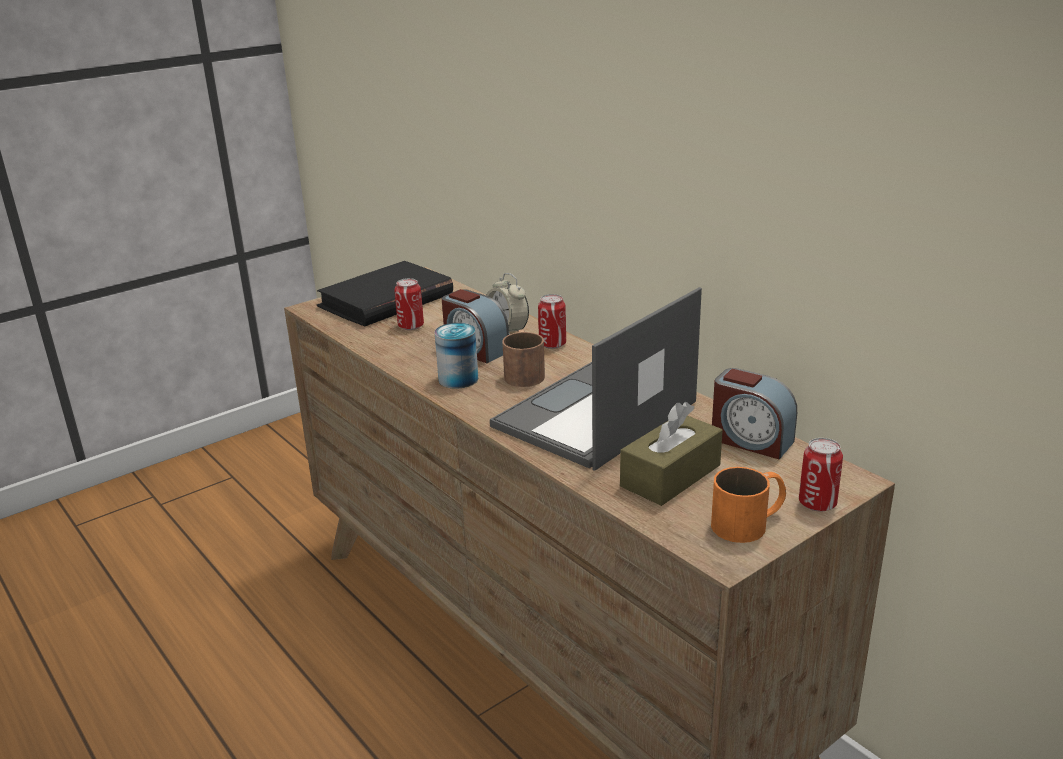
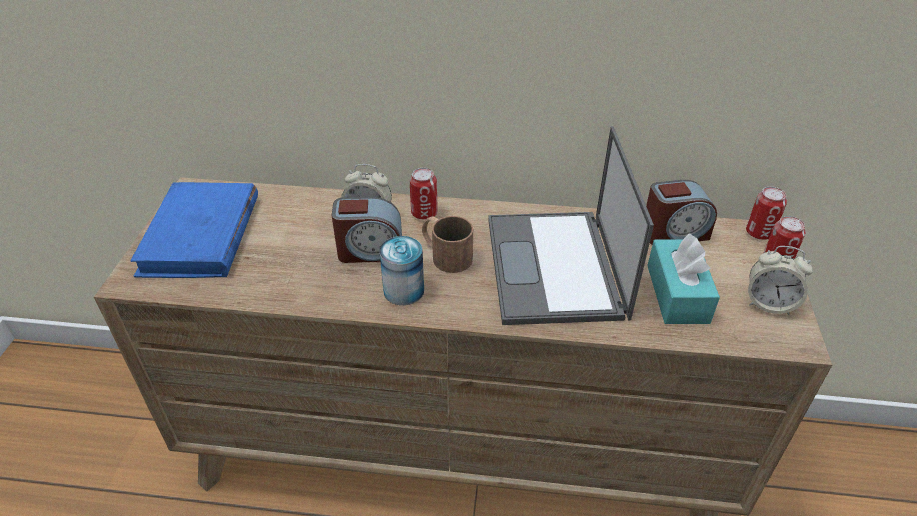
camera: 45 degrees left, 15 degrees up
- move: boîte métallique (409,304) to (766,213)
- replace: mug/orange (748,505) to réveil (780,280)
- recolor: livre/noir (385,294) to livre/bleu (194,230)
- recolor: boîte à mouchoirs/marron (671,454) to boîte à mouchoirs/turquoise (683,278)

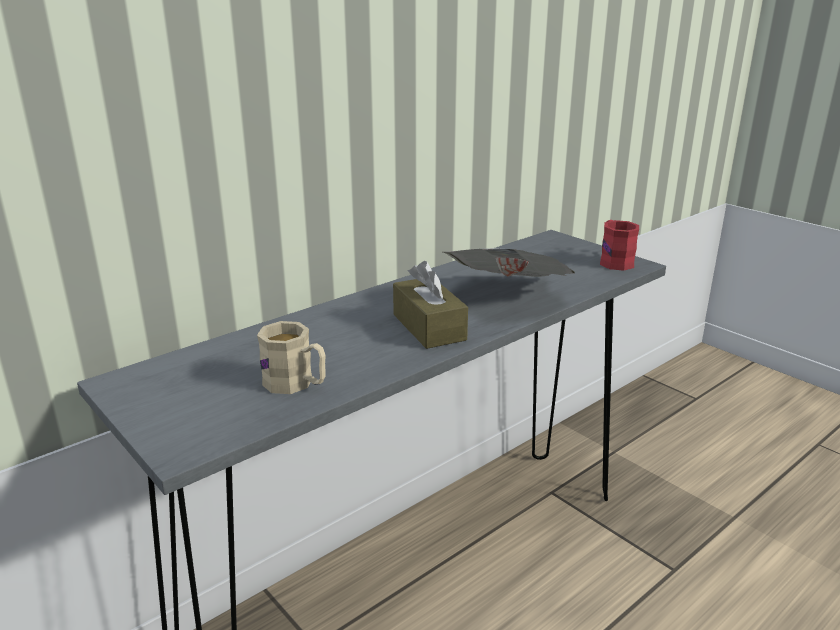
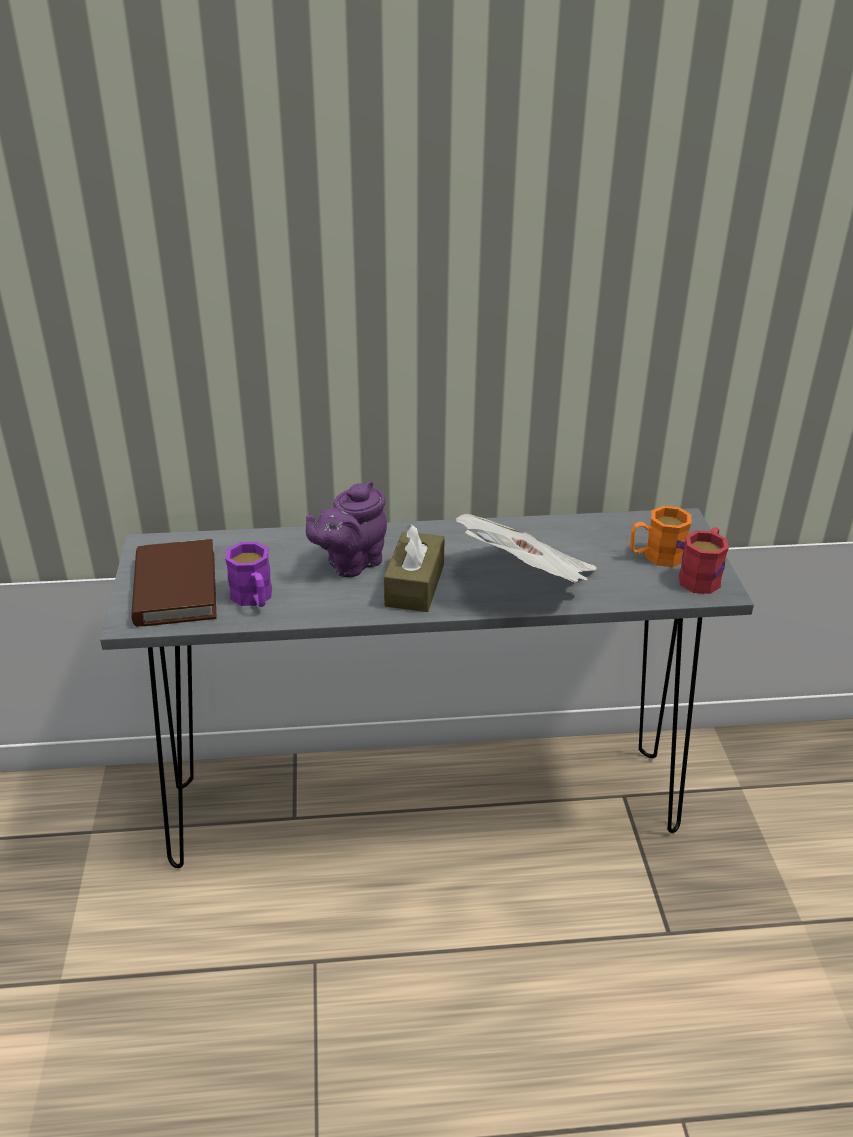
camera: 35 degrees right, 10 degrees up
- insert: livre/marron (173,583)
- insert: théière/violet (346,529)
- insert: mug/orange (660,536)
- recolor: mug/beige (291,357) to mug/violet (248,574)

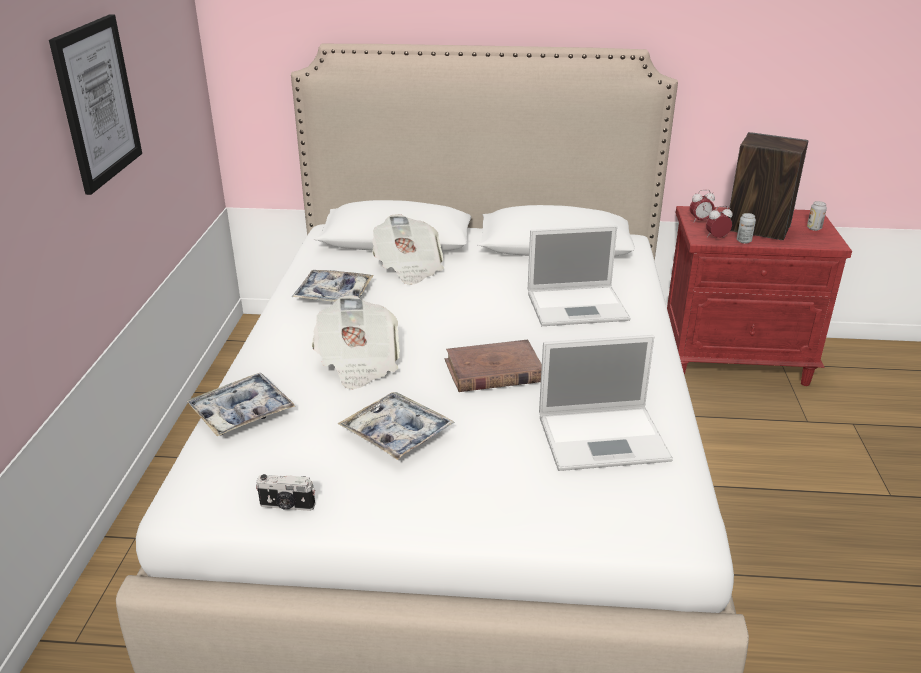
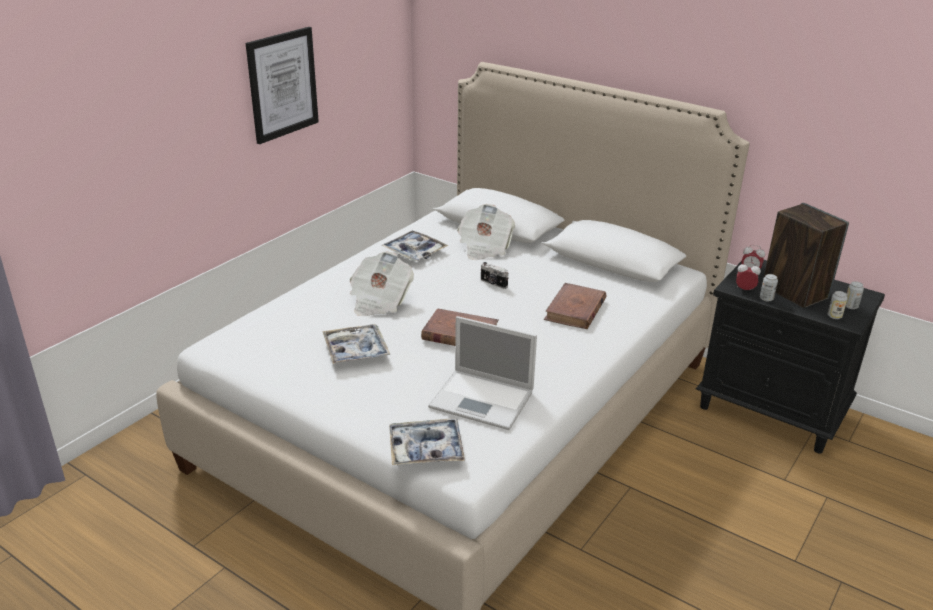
camera: 30 degrees right, 0 degrees up
- insert: boîte métallique (838,305)
- move: plateau (241,404) to (427,441)
- move: appareil photo (285,492) to (494,275)
- replace: ordinateur portable (579,276) to livre/marron (575,306)
- recolor: table de chevet/rouge (759,296) to table de chevet/noir (790,357)

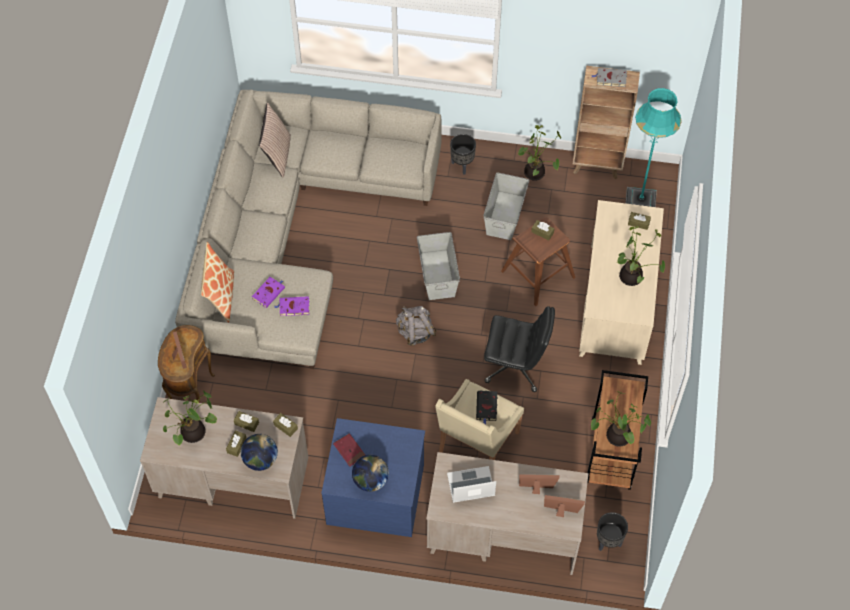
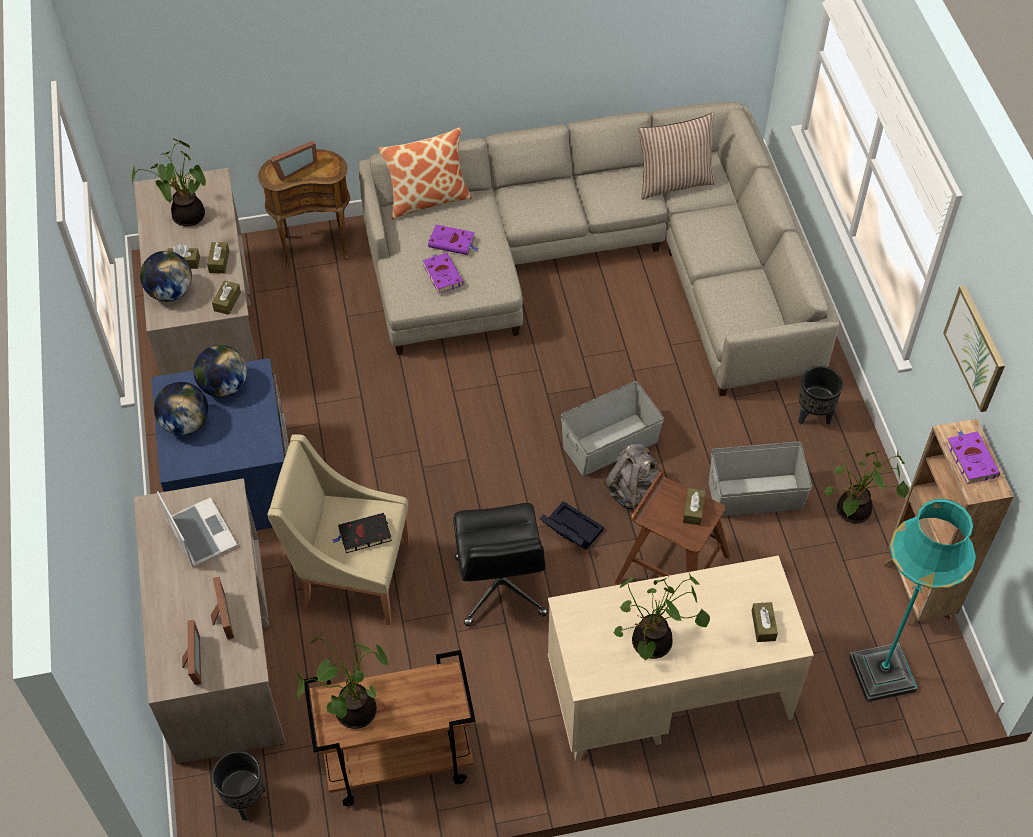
camera: 70 degrees right, 5 degrees down
- insert: boîte de rangement/noir (572,525)
- insert: tableau (974,348)
- move: sac à dos/gris (416,326) to (632,477)
- replace: livre/rouge (349,450) to globe (220,371)
- recolor: livre/gris (609,77) to livre/violet (973,457)

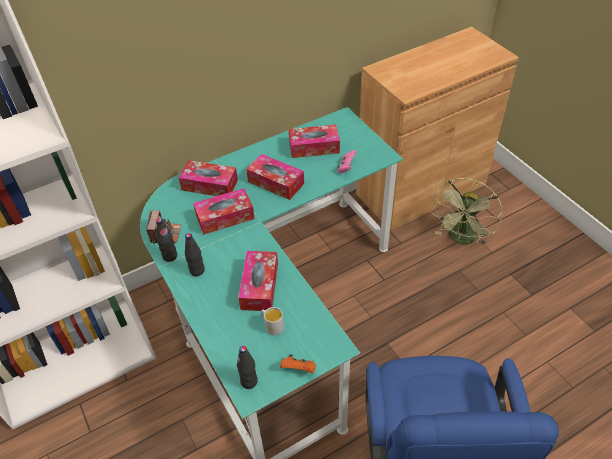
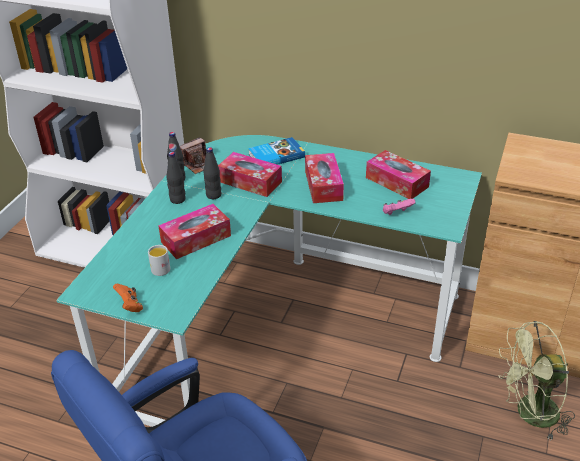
camera: 50 degrees right, 10 degrees down
- move: bouteille/noir (247,367) to (212,173)
- replace: boîte à mouchoirs (208,178) to livre (276,151)

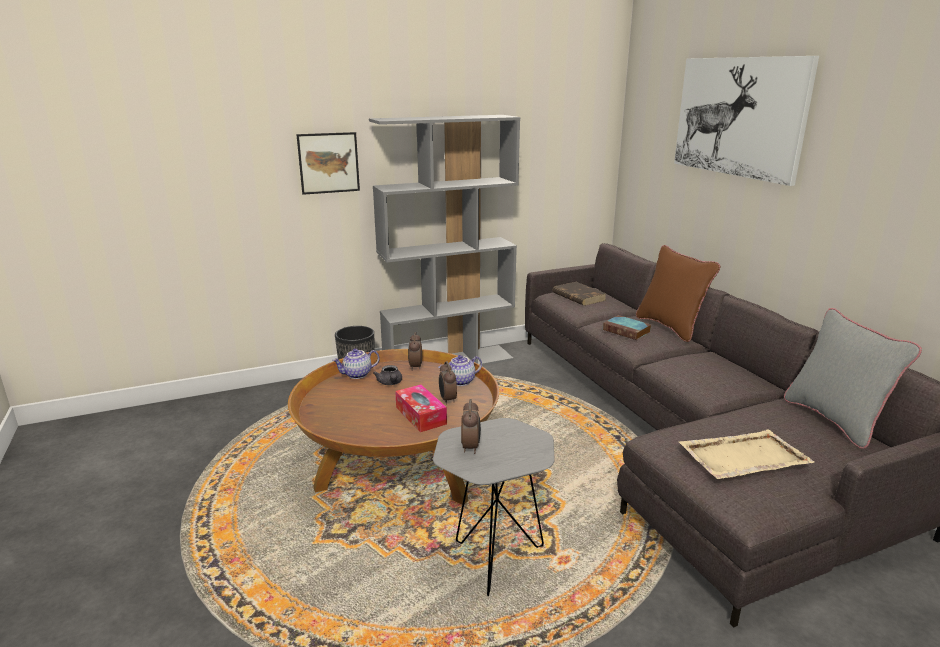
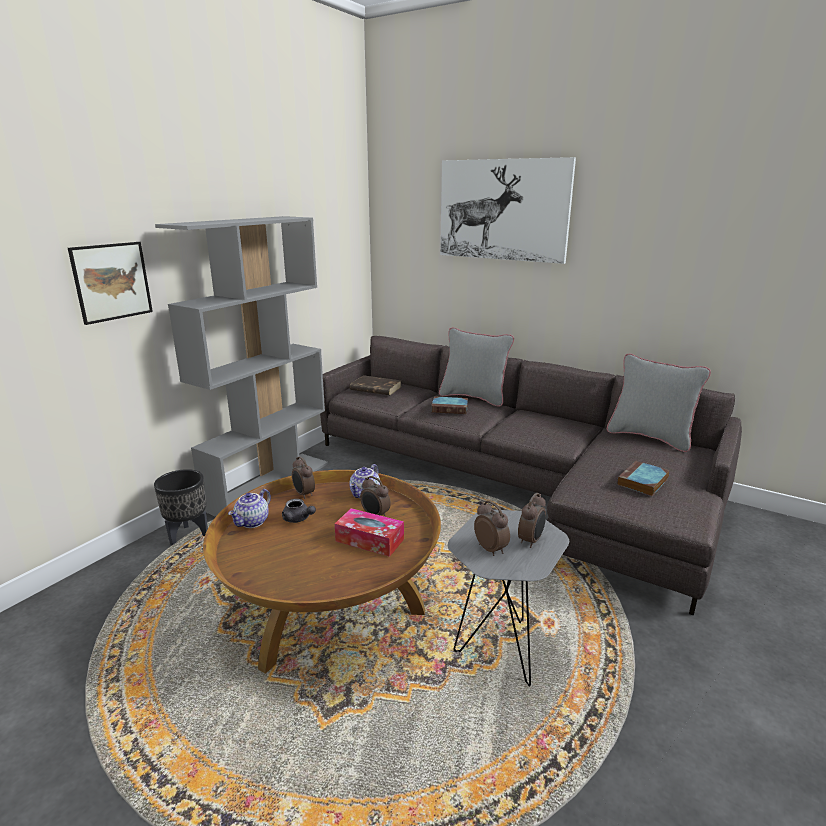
camera: 35 degrees left, 0 degrees up
- insert: réveil (532,520)
- replace: plateau/beige (747,454) to livre (643,478)
- recolor: coussin/marron (678,293) to coussin/gris (476,367)

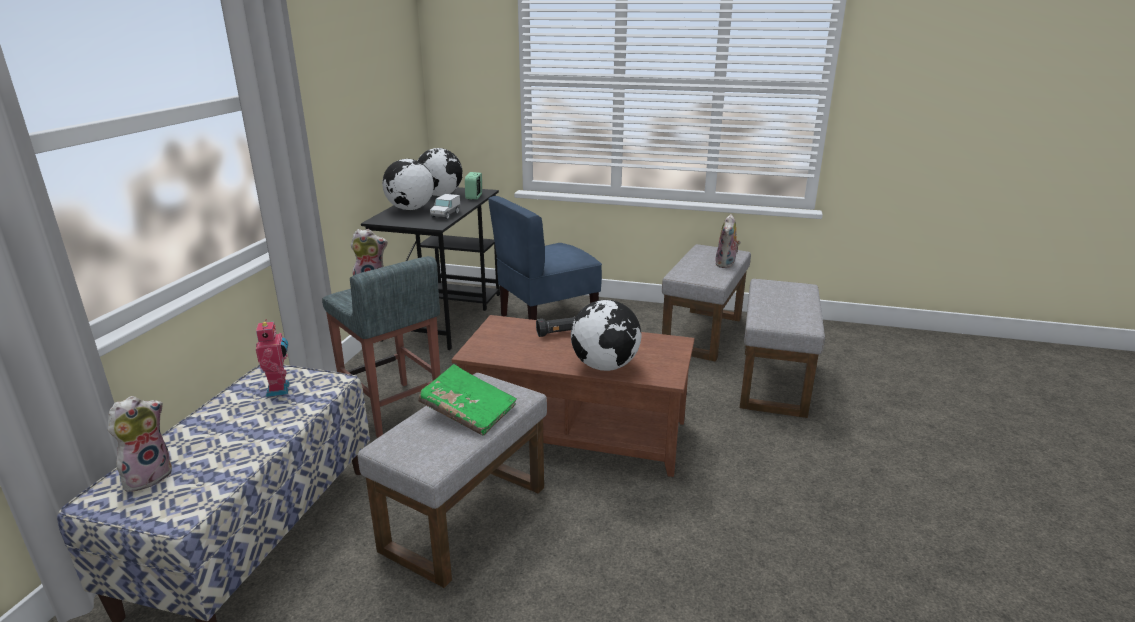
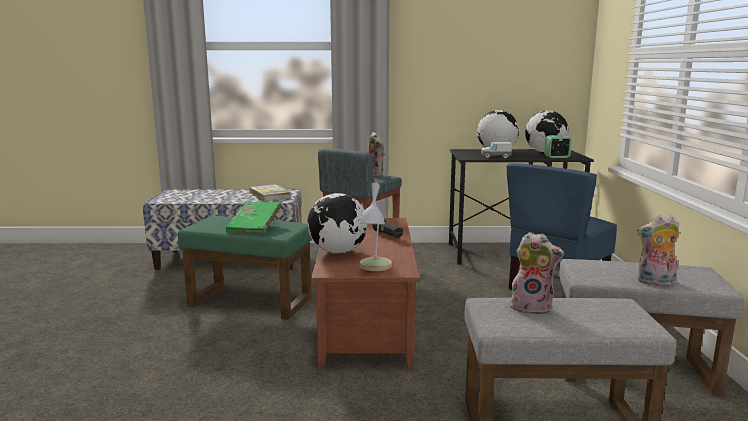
camera: 75 degrees right, 10 degrees down
- insert: lampe de table (375,226)
- move: peluche (140,444) to (537,273)
- replace: robot jouet (273,358) to livre (270,192)
- recolor: pouf/gris (452,480) to pouf/vert (245,268)
- rotate: chaise/bleu (545,258) = (562,226) 90 degrees counterclockwise

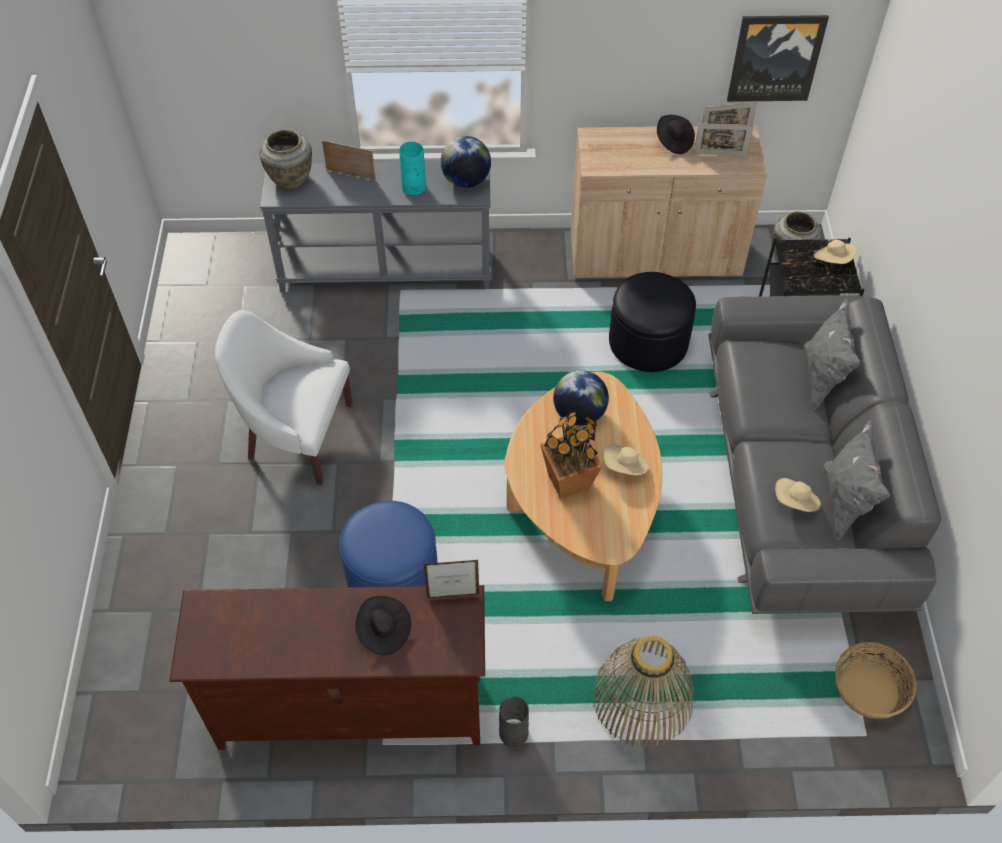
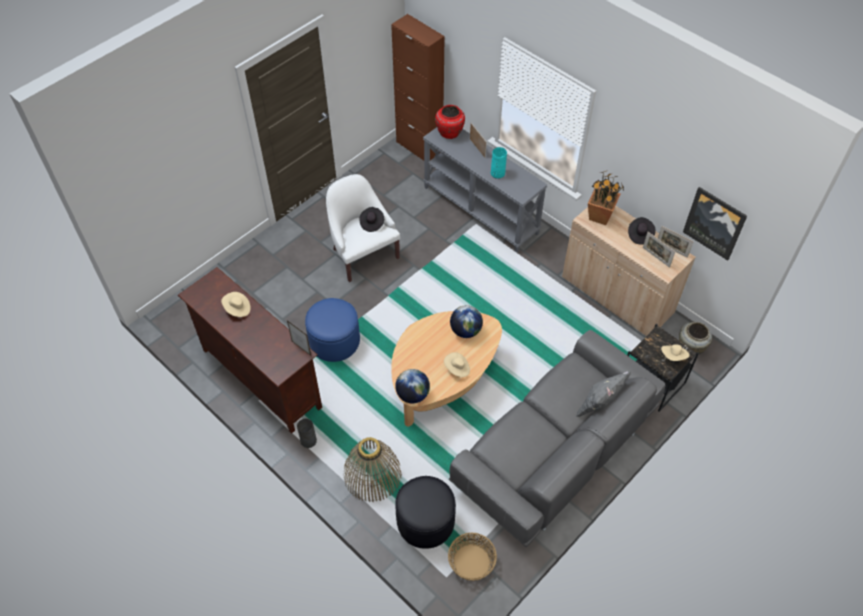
camera: 45 degrees right, 0 degrees up
- delete: coussin/gris (857,480)
- insert: meuble de rangement/marron (418,87)
- move: chapeau/noir (383,626) to (371,219)
- move: globe (466,162) to (412,386)
- move: plante en pot (571,455) to (606,198)
- move: pouf/noir (652,322) to (425,512)
- move: chapeau/beige (798,495) to (236,304)
- recolor: vase/beige (286,159) to vase/rouge (450,122)

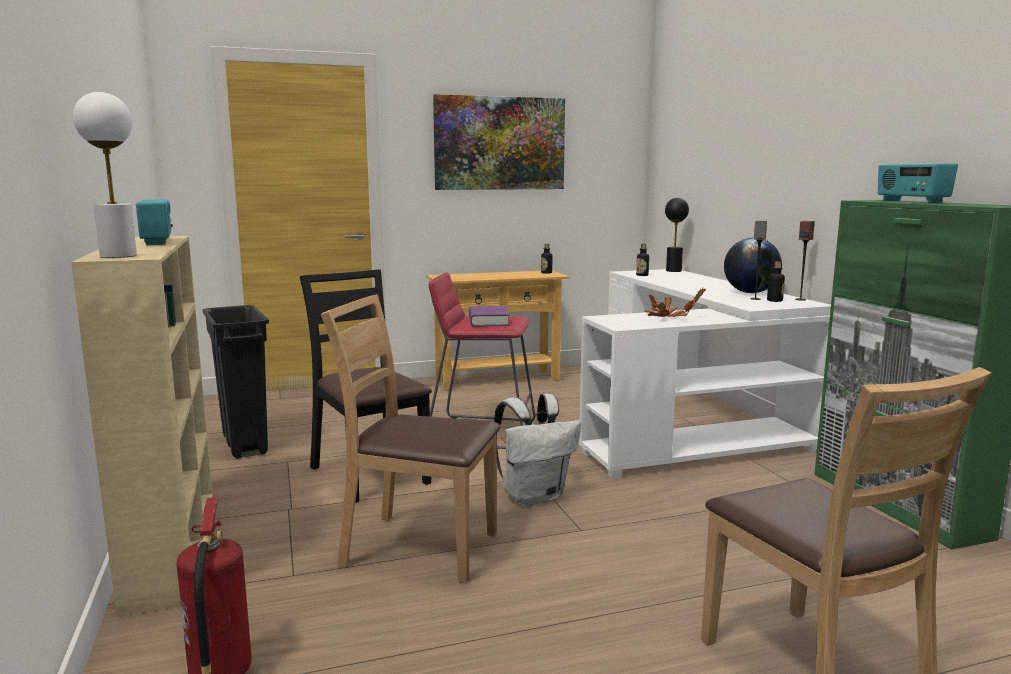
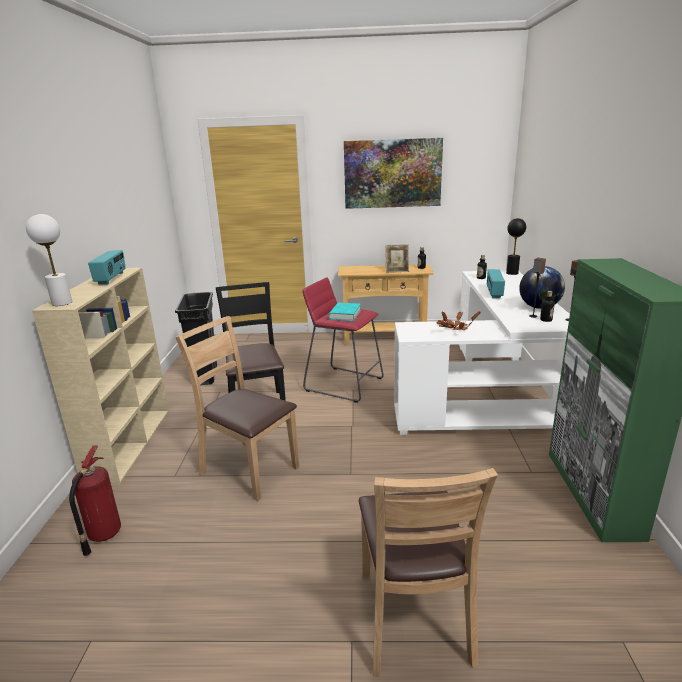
camera: 20 degrees right, 10 degrees up
- delete: sac à dos/blanc (537,449)
- insert: cadre photo (397,258)
- move: radio (918,183) to (496,283)
- recolor: livre/violet (489,316) to livre/turquoise (345,312)

